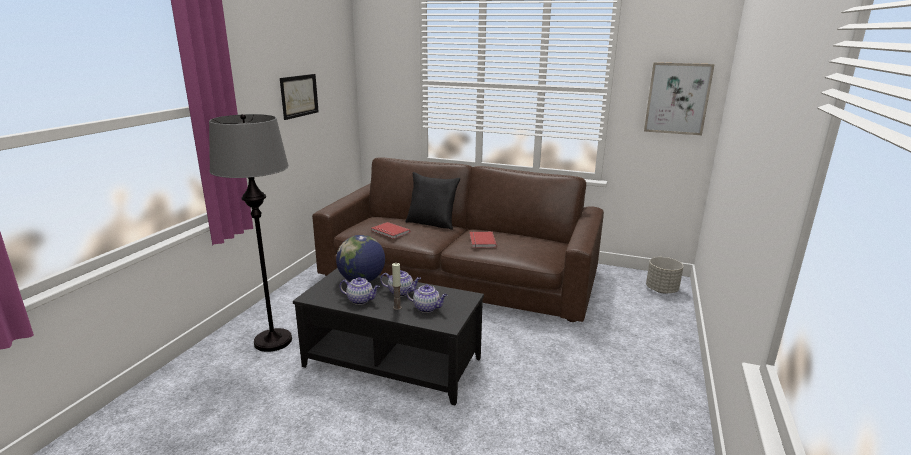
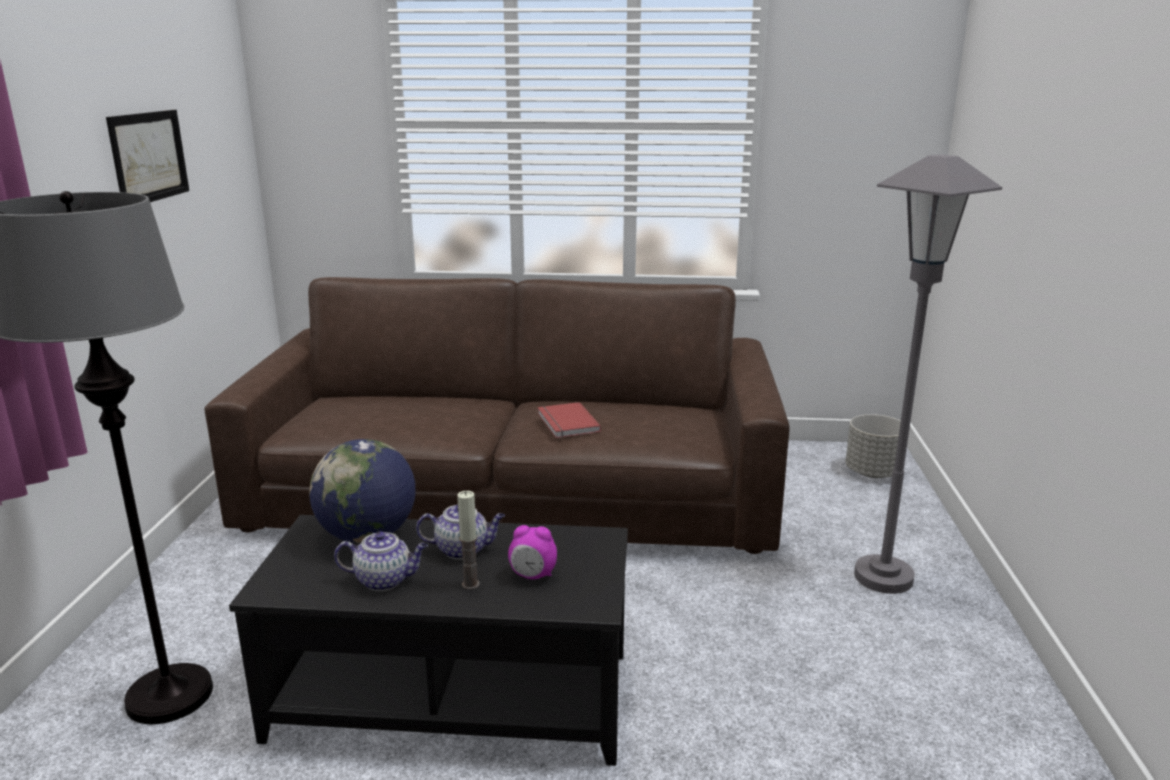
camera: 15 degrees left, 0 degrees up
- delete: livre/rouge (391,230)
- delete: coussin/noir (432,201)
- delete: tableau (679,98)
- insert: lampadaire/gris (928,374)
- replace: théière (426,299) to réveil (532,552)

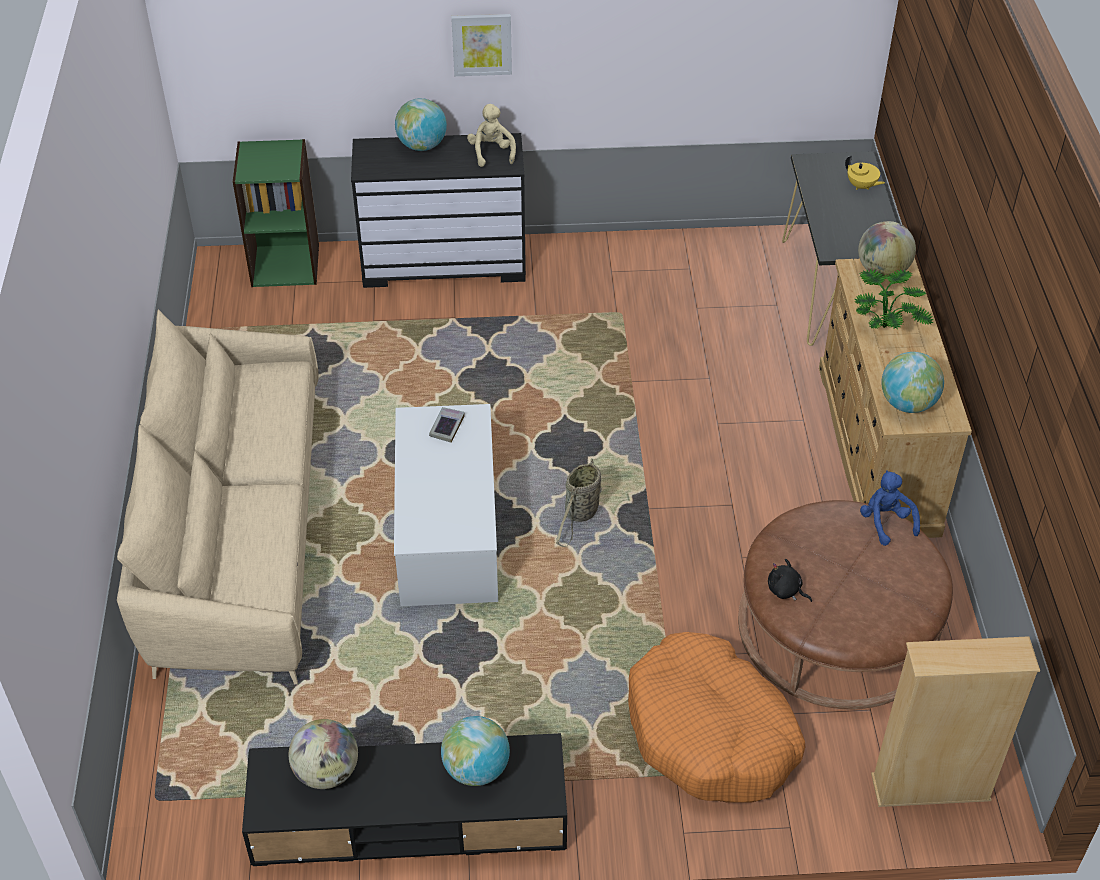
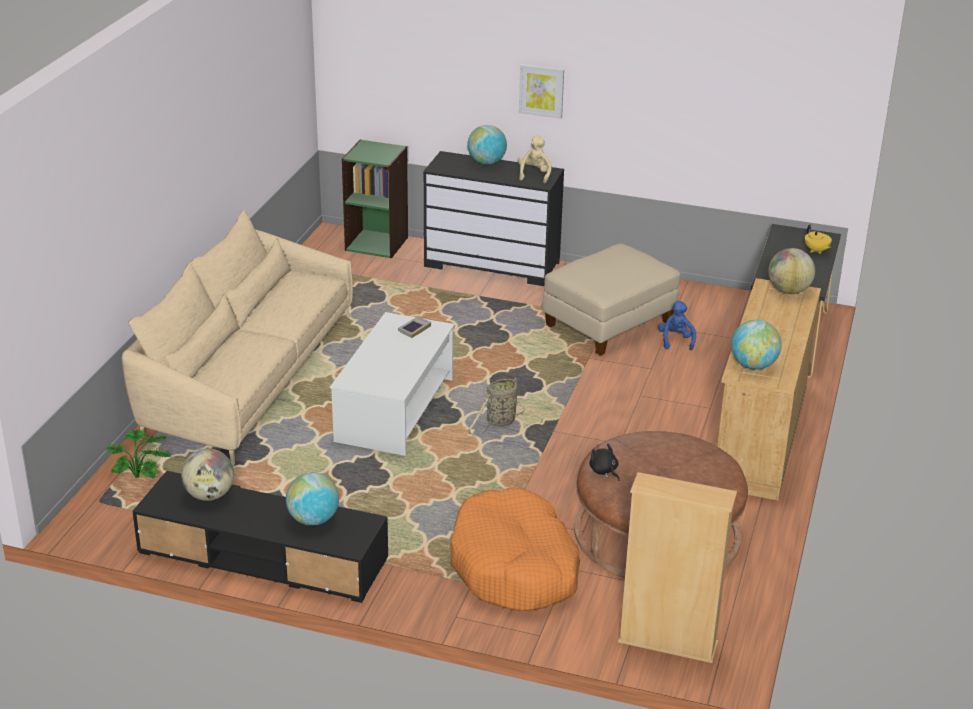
camera: 20 degrees right, 15 degrees down
- insert: pouf/beige (612,299)
- move: plante en pot (894,299) to (139,453)
- move: peluche/bleu (890,508) to (677,325)

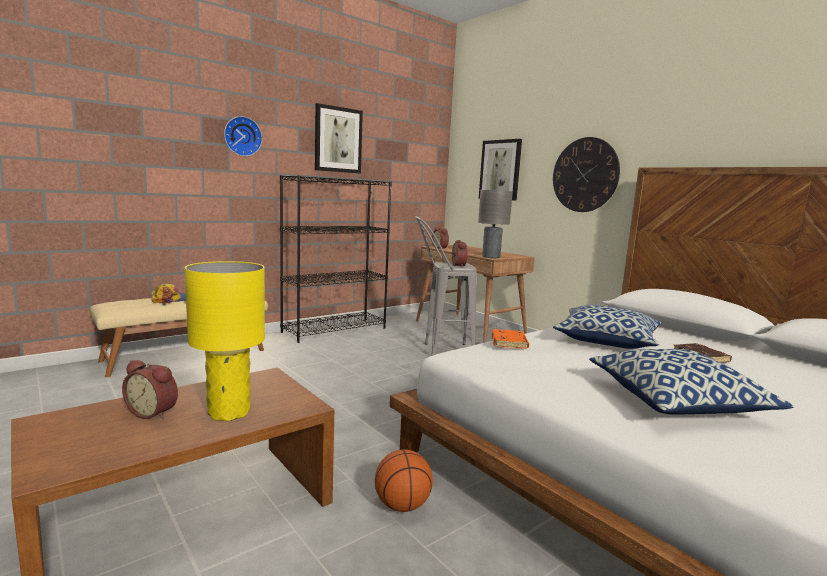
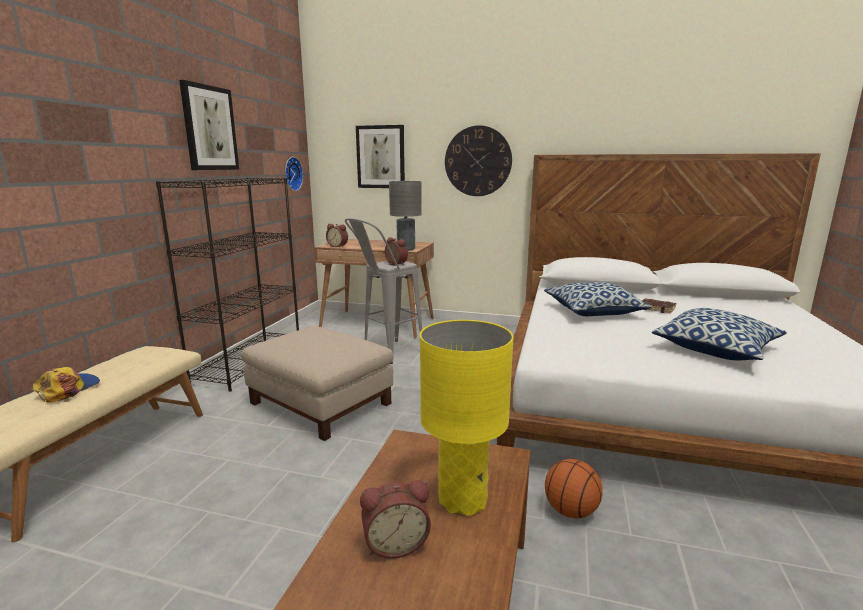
camera: 35 degrees left, 5 degrees up
- delete: livre/orange (510,339)
- insert: pouf/beige (317,383)
- move: horloge murale (243,136) to (294,174)

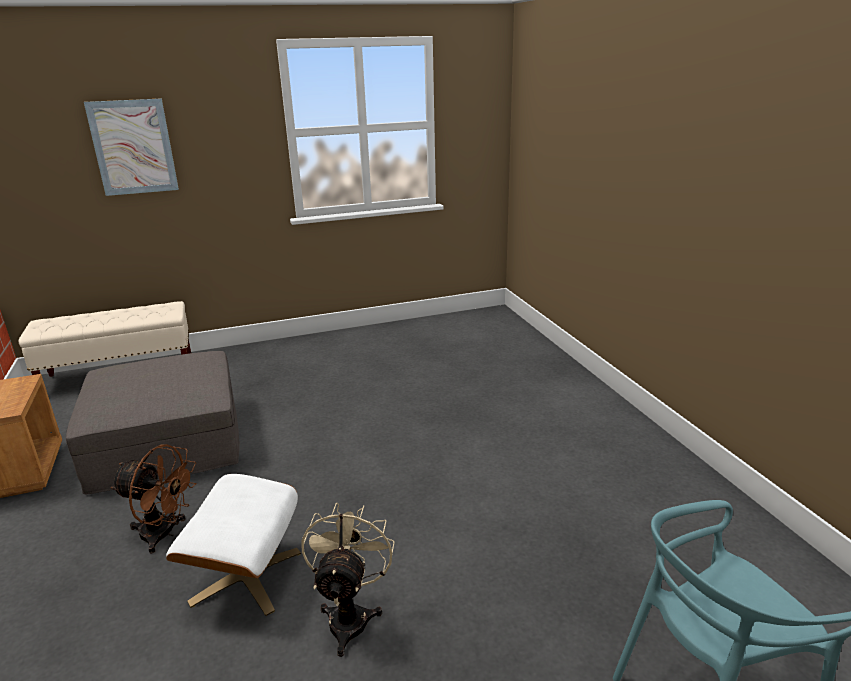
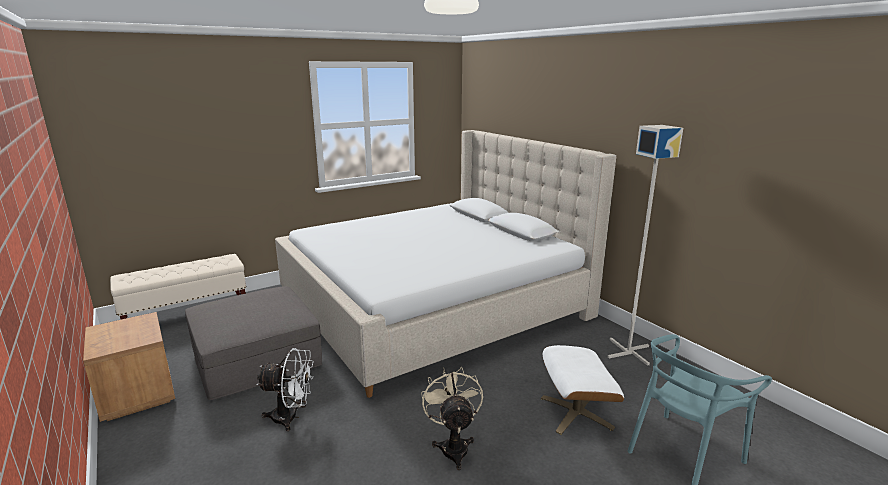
camera: 15 degrees left, 5 degrees down
- delete: tableau (131,147)
- insert: lit/beige (445,264)
- insert: lampadaire/gris (645,245)
- move: pouf/blanc (233,545) to (582,390)
- recolor: ventilateur/marron (154,499) to ventilateur/blanc (285,389)

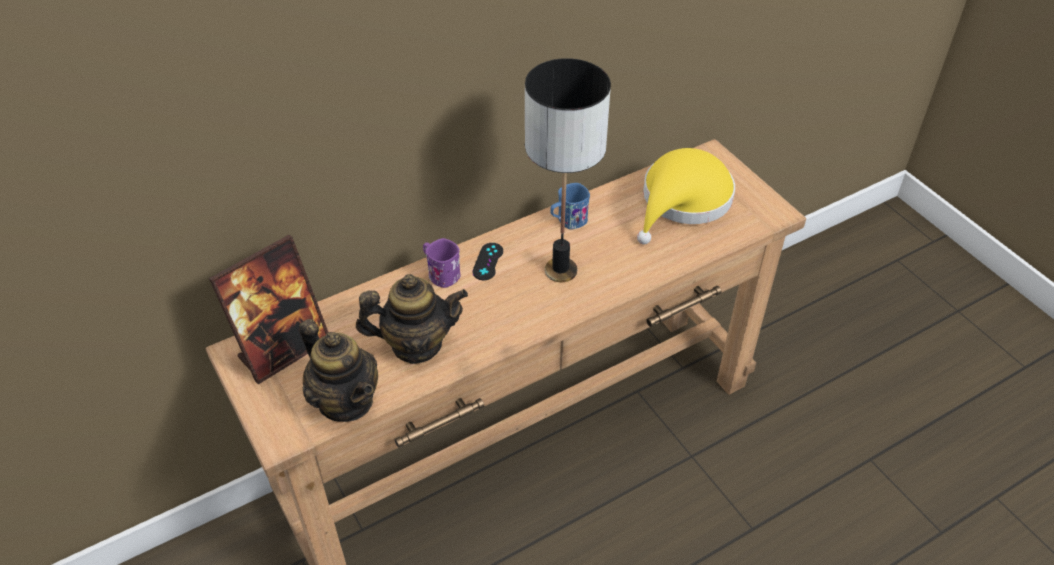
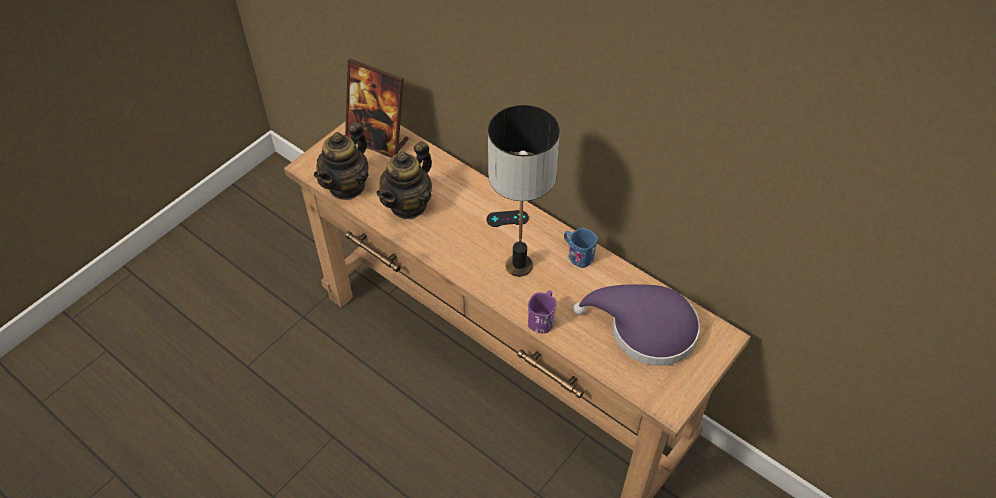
camera: 70 degrees right, 5 degrees up
- move: mug/violet (442,263) to (542,312)
- recolor: chapeau/jaune (686,196) to chapeau/violet (636,325)
- rotate: théière (412,319) = (404,180) 60 degrees clockwise

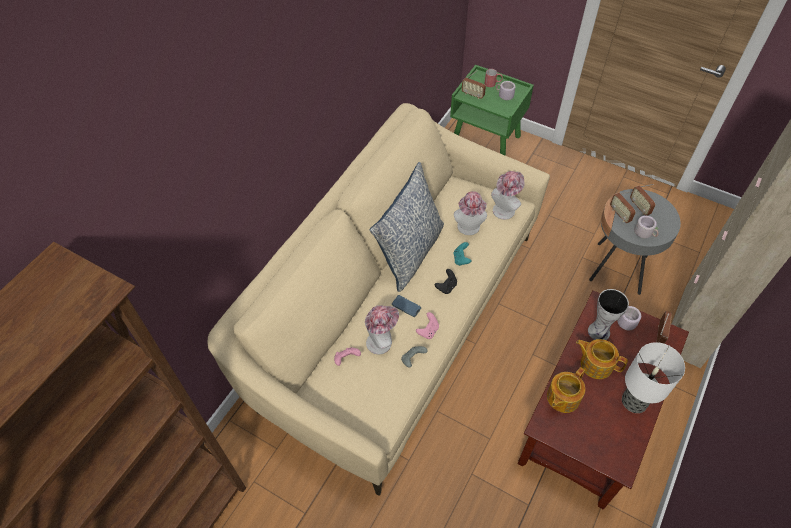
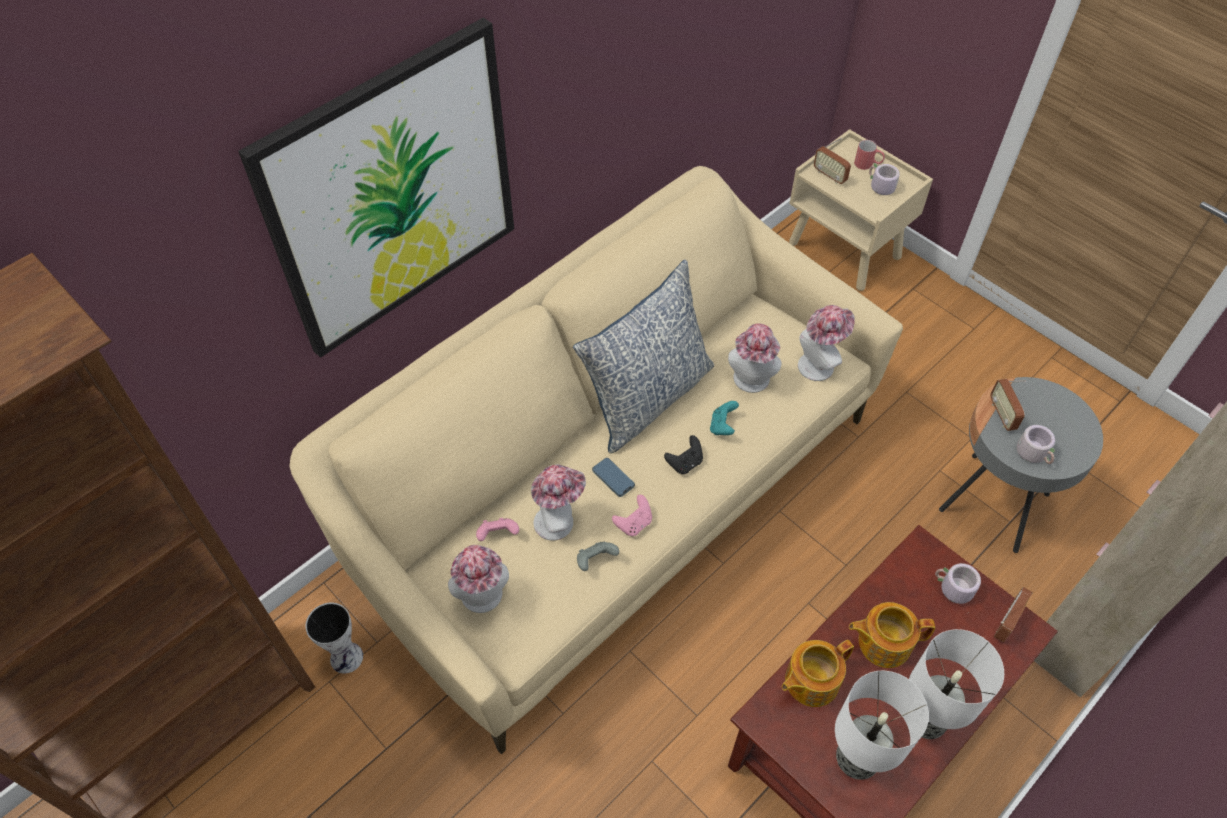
camera: 15 degrees right, 0 degrees up
- delete: radio (642,200)
- insert: tableau (376,188)
- insert: chapeau (478,579)
- insert: lampe de table (882,725)
- move: vase (608,314) to (334,638)
- recolor: table de chevet/vert (492,110) to table de chevet/beige (861,210)
- rotate: théière (602,359) = (892,635) 45 degrees counterclockwise

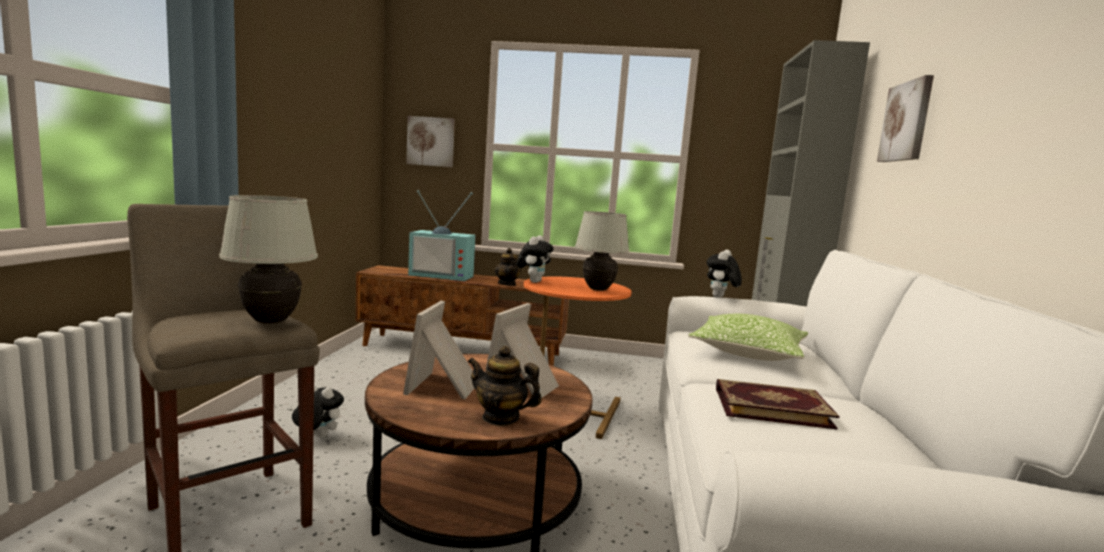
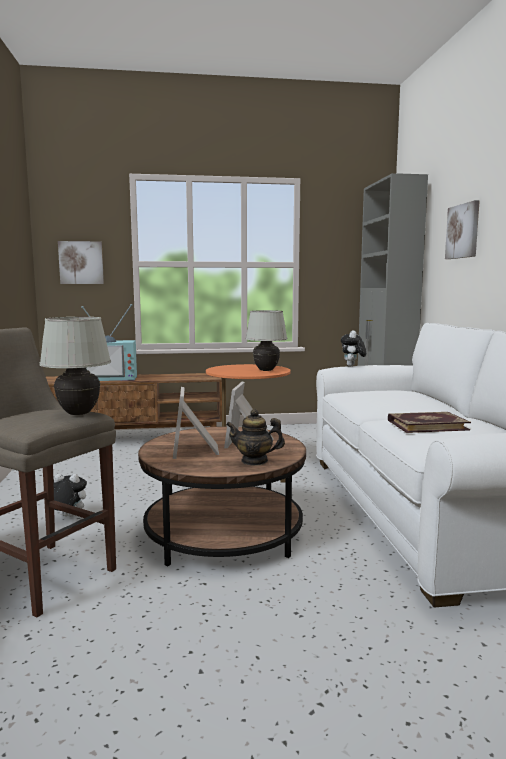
camera: 15 degrees left, 0 degrees up
- delete: théière (508,267)
- delete: peluche (535,259)
- delete: coussin (748,337)

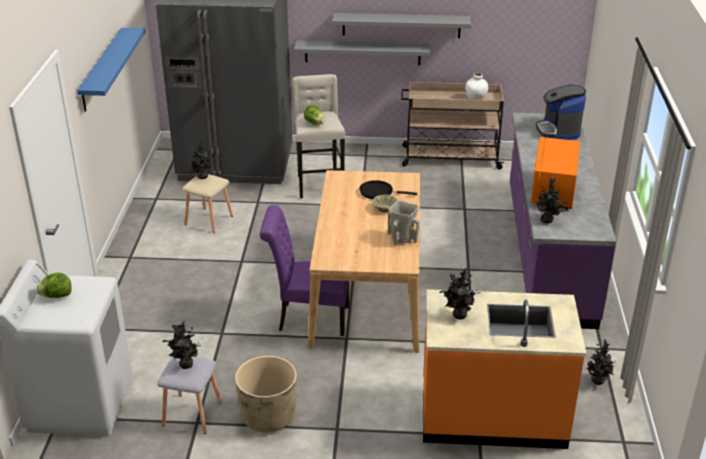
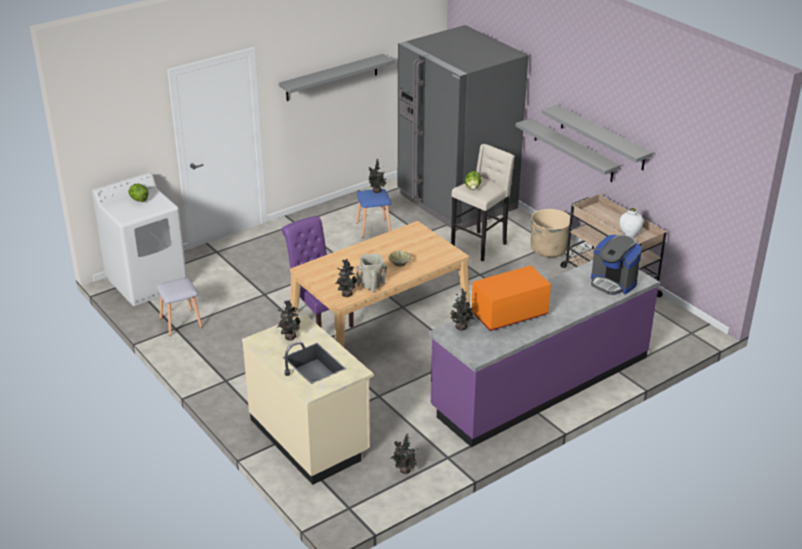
camera: 50 degrees right, 0 degrees up
- delete: poêle/noir (388,189)
- move: plante en pot (182,345) to (346,278)
- move: cache-pot/beige (266,394) to (550,233)
- recolor: étagère/bleu (111,70) to étagère/gris (336,77)
- recolor: tabouret/beige (207,203) to tabouret/bleu (374,213)
- recolor: comptoir de cuisine/orange (504,369) to comptoir de cuisine/beige (308,399)
- rotate: machine à café (561,112) = (616,265) 90 degrees counterclockwise

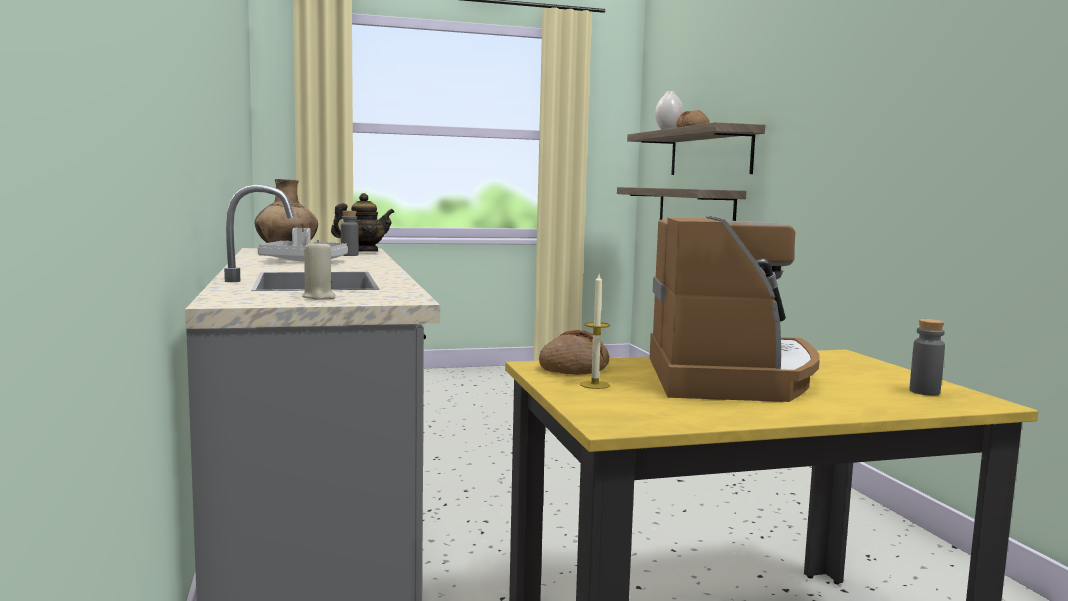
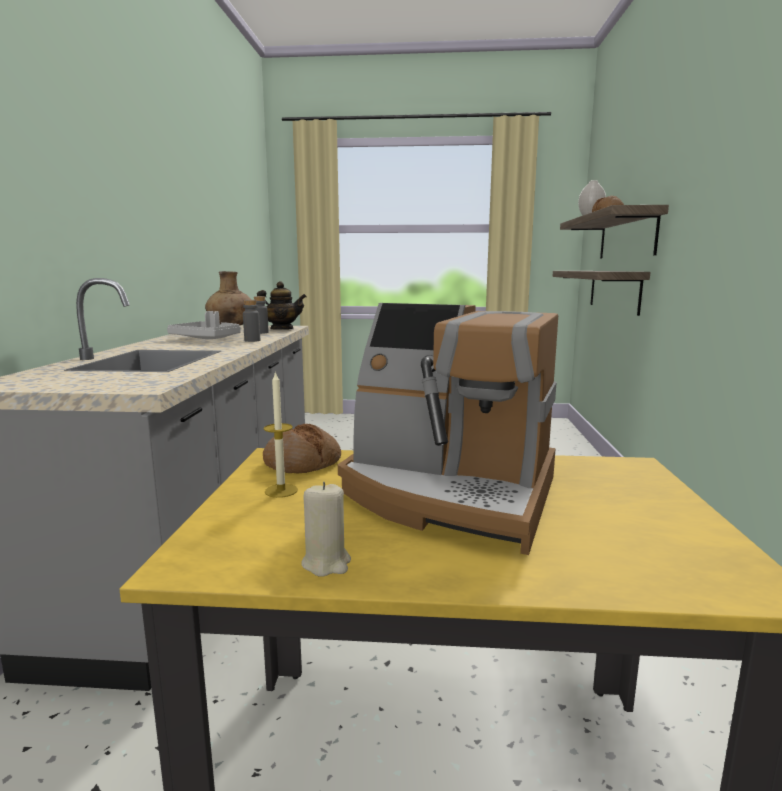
camera: 20 degrees right, 5 degrees up
- move: bougie/beige (318,270) to (326,529)
- move: bouteille/gris (927,357) to (251,321)
- rotate: machine à café (735,309) = (448,429) 90 degrees clockwise

